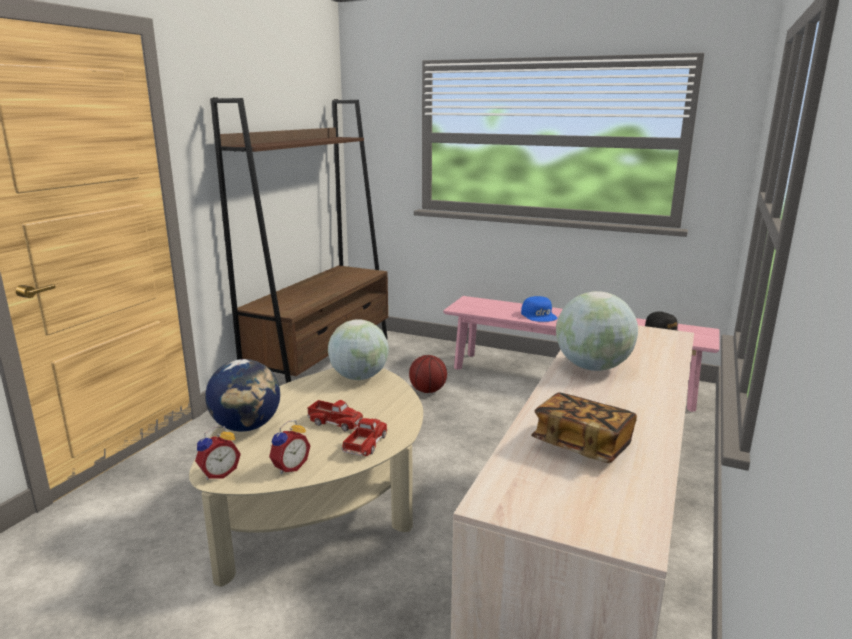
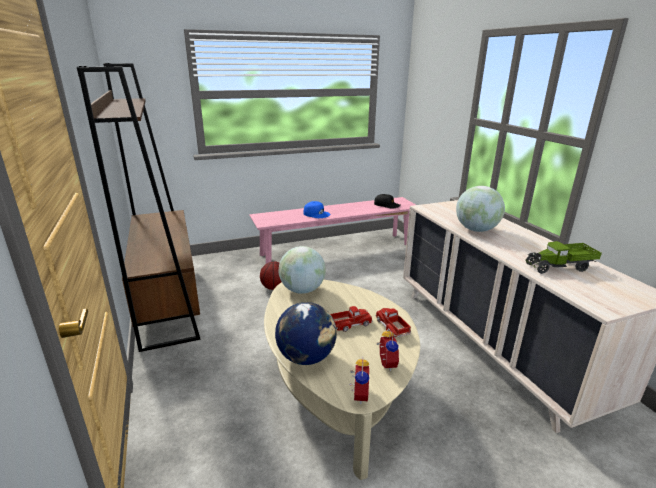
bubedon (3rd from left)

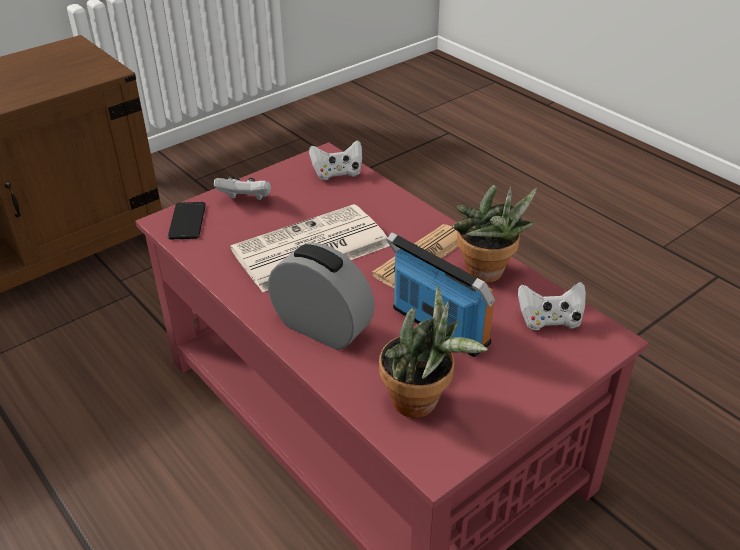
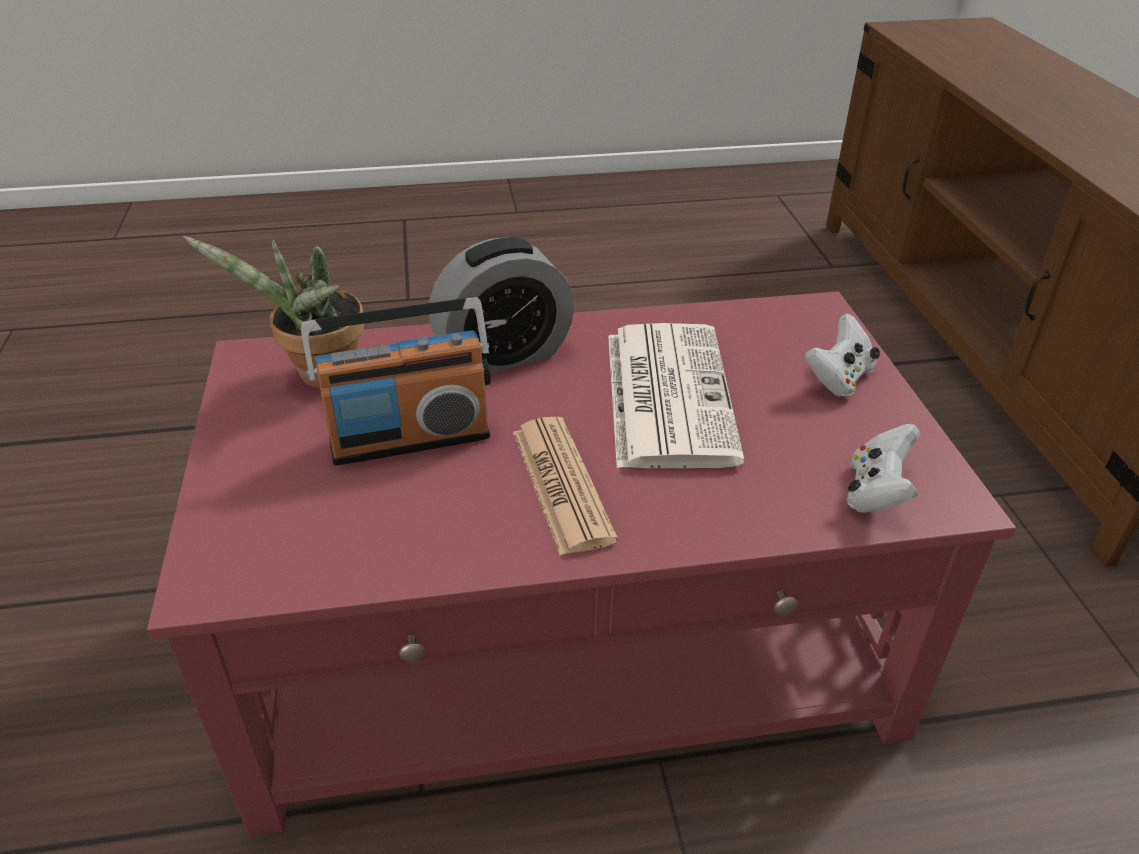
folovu
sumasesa (2nd from left in the first image)
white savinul (3rd from left in the first image)

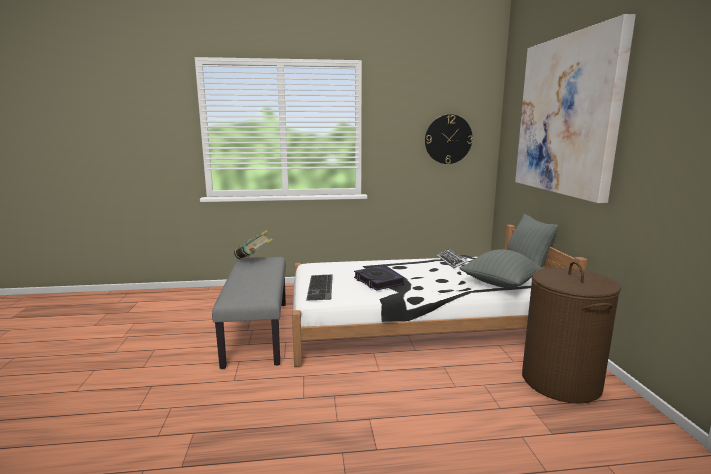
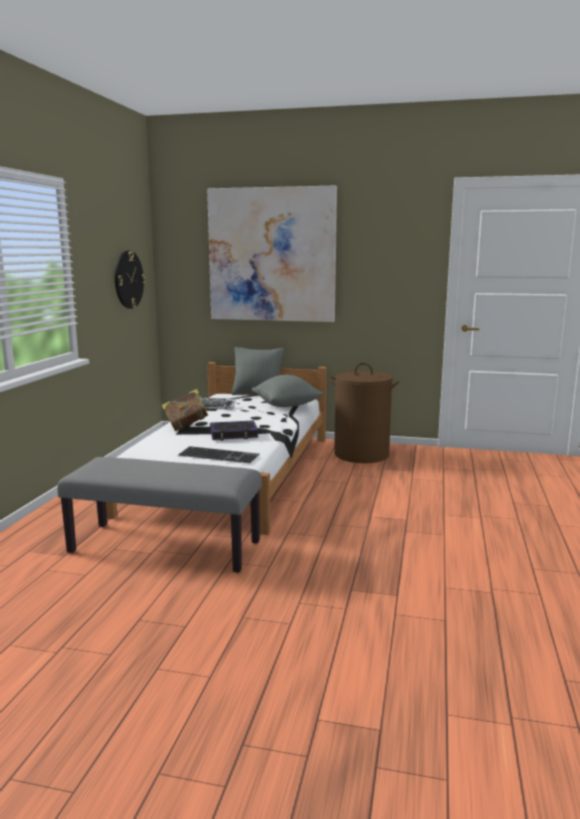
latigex (1st from left)

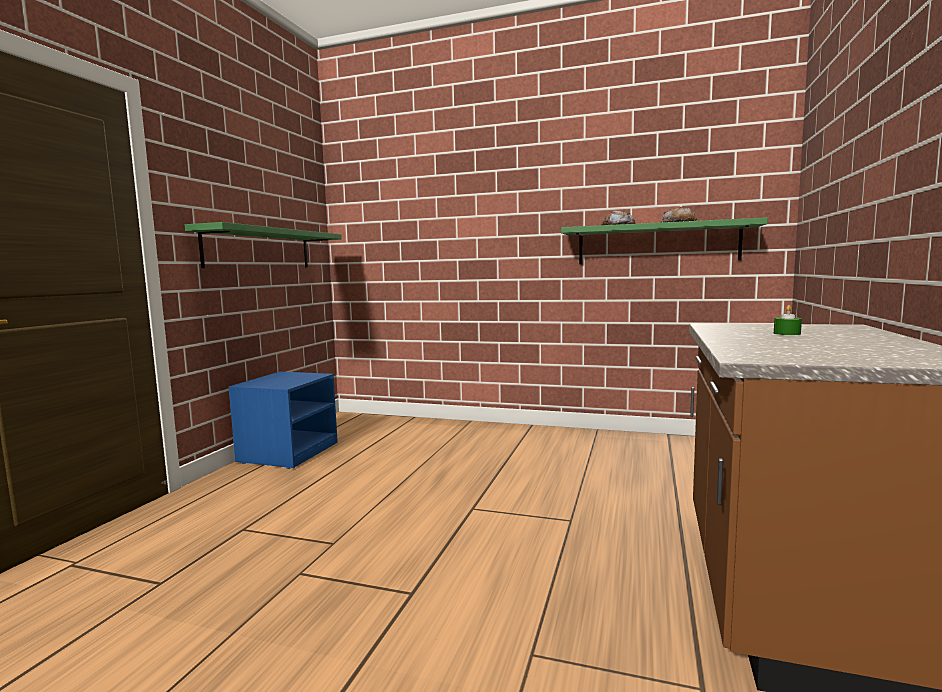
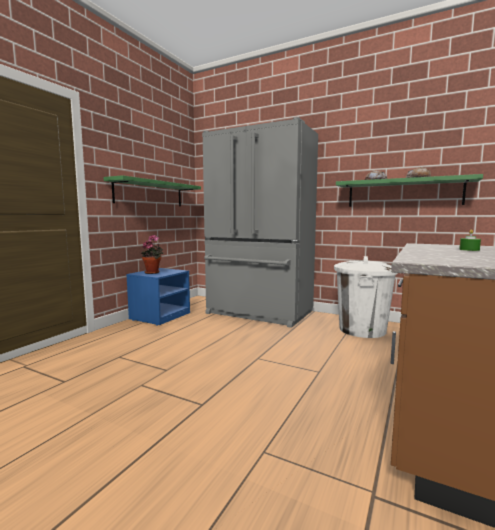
sumasesa
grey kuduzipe
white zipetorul

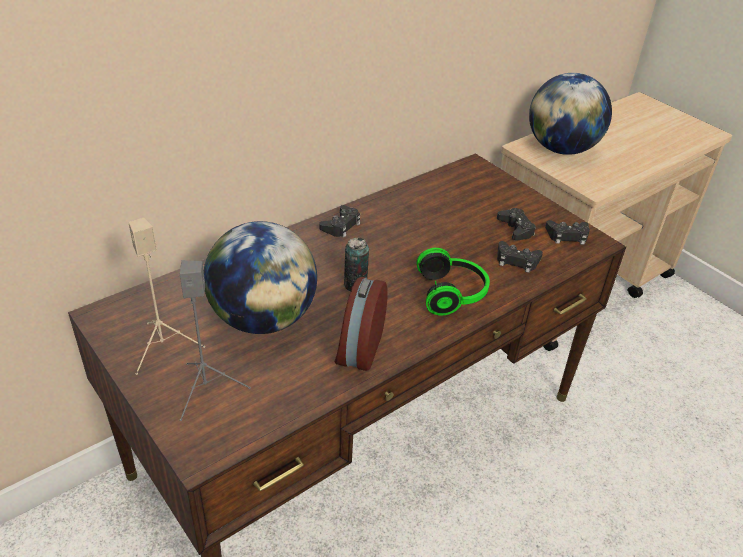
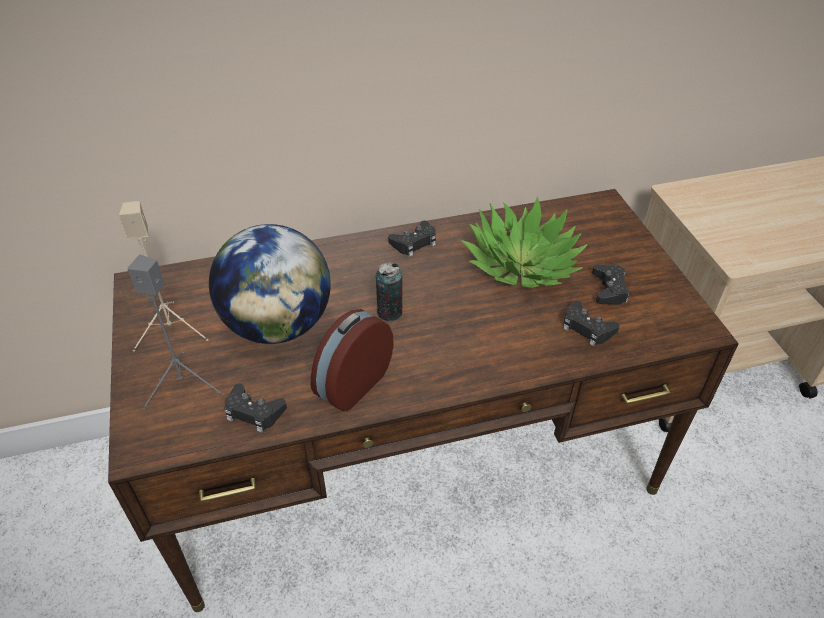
black savinul (1st from left)
sumasesa
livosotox
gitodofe (2nd from left in the first image)

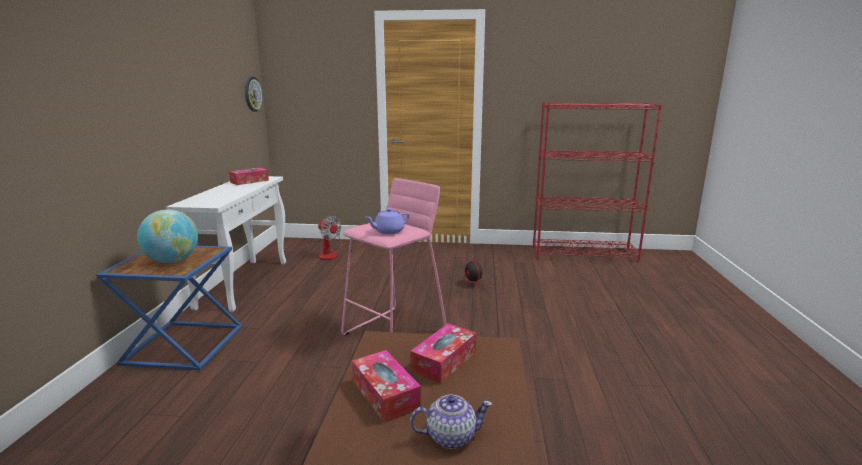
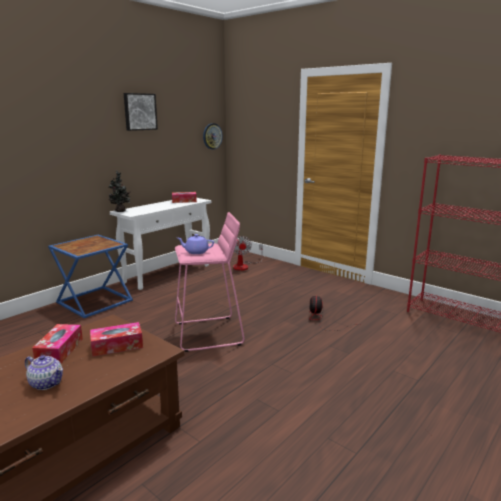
sumasesa
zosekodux
gitodofe

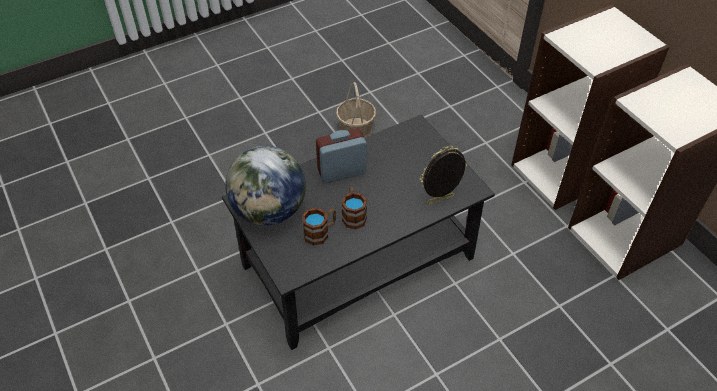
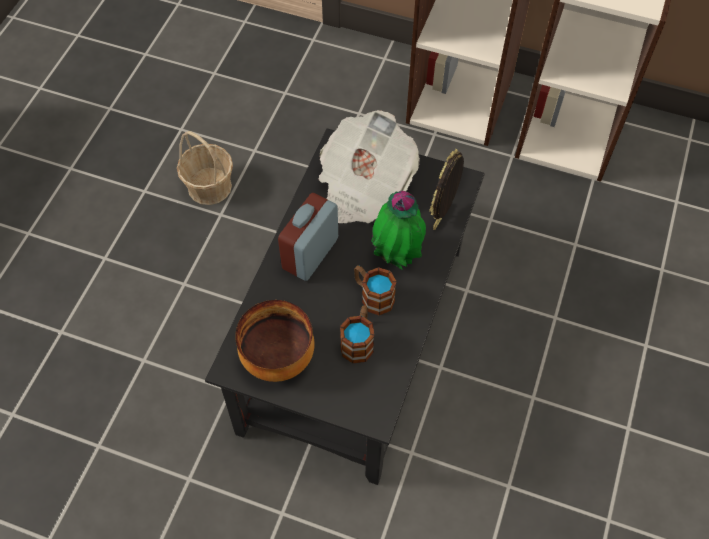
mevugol
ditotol
sumasesa

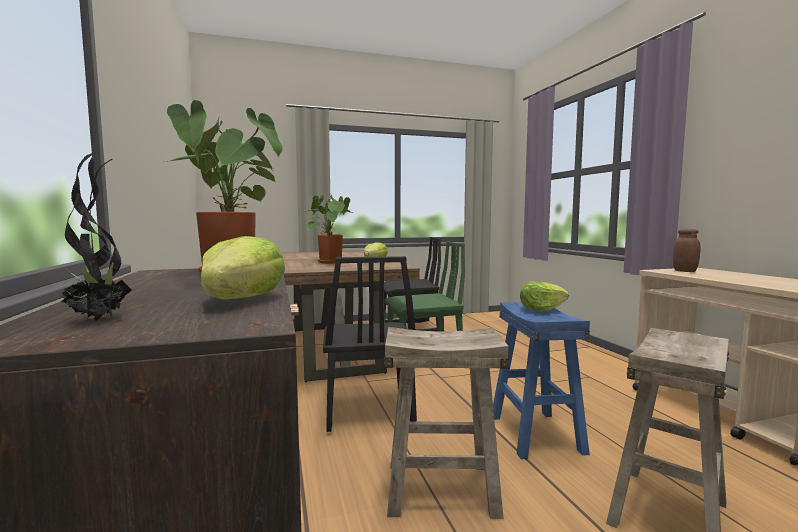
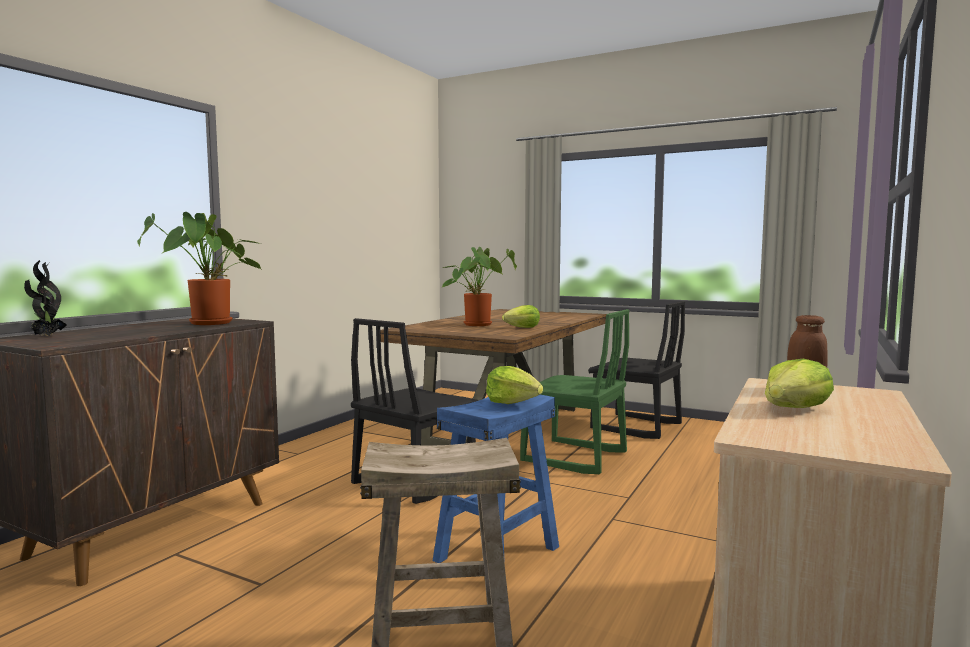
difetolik (3rd from left)
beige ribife (1st from left in the first image)

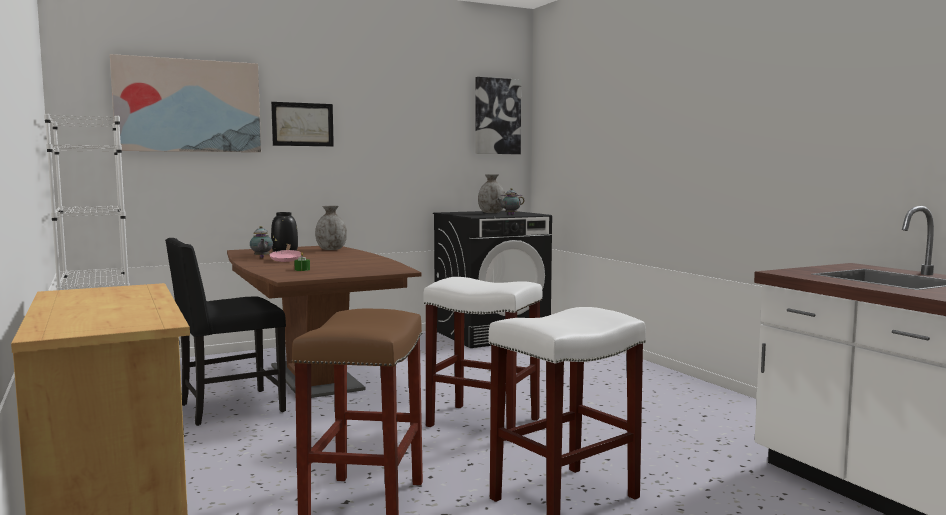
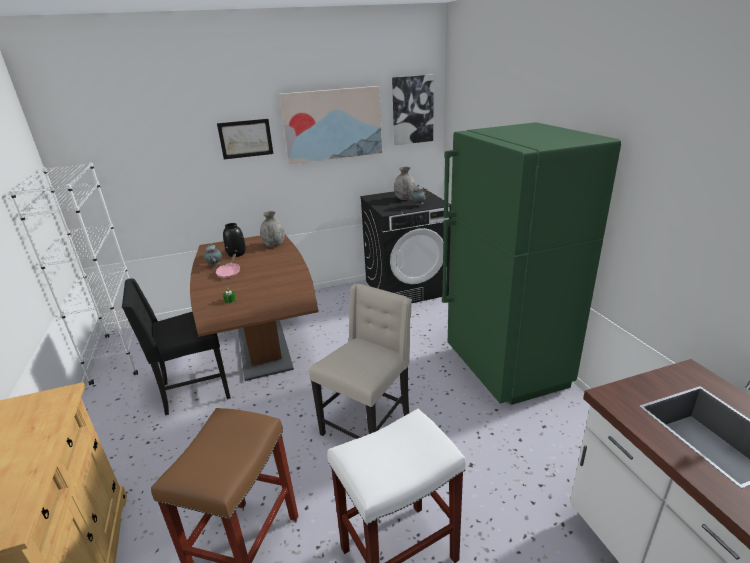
zosekodux (2nd from left)
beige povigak
green kuduzipe

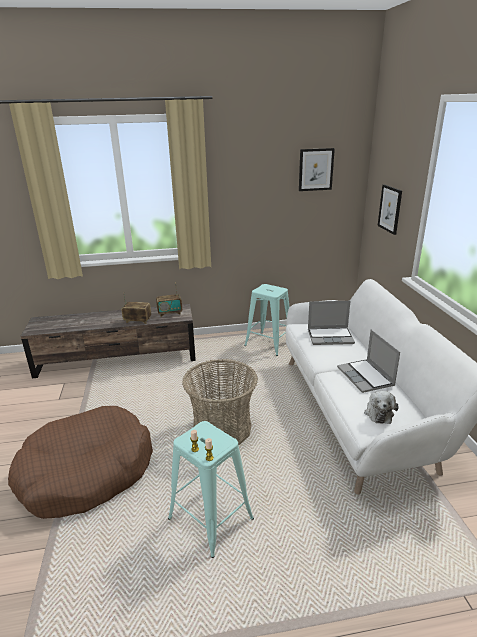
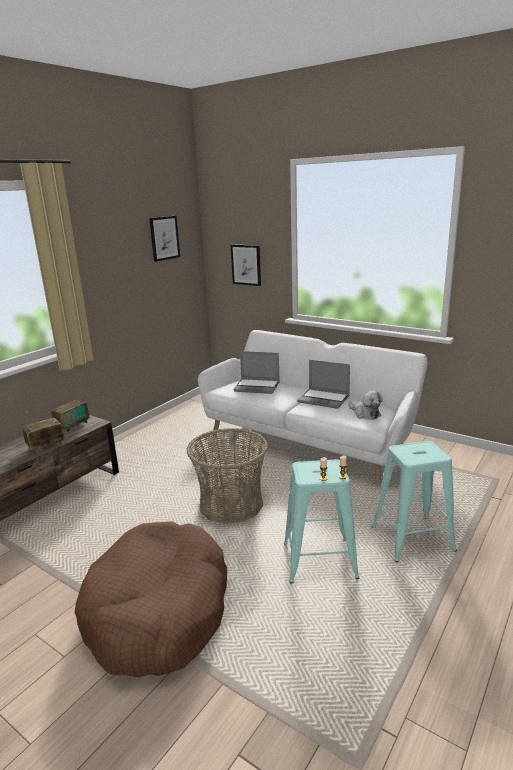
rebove (1st from left)
turquoise ribife (2nd from left)

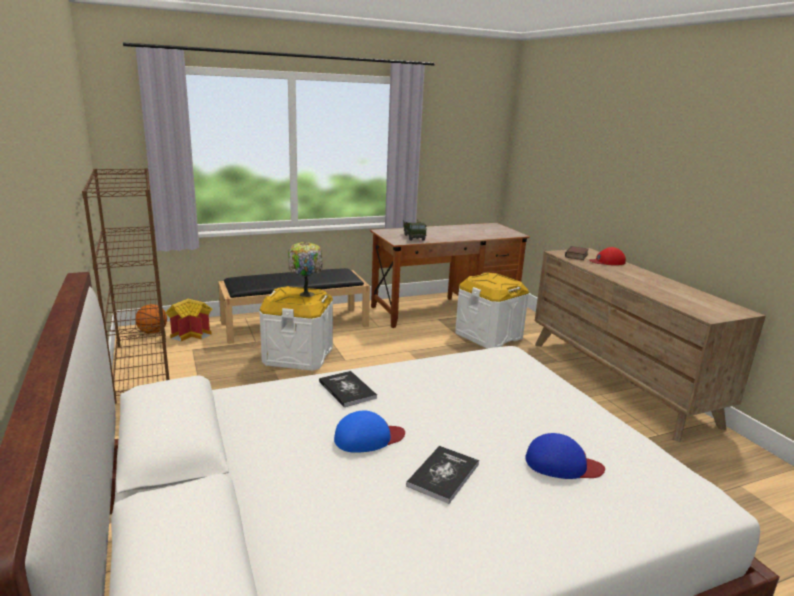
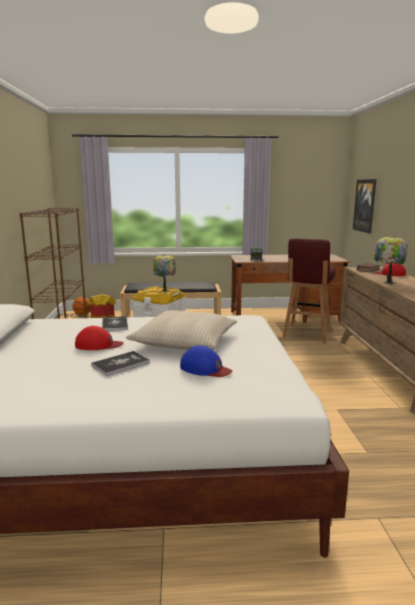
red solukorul (1st from left)
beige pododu
red ribife
zosekodux
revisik (2nd from left)

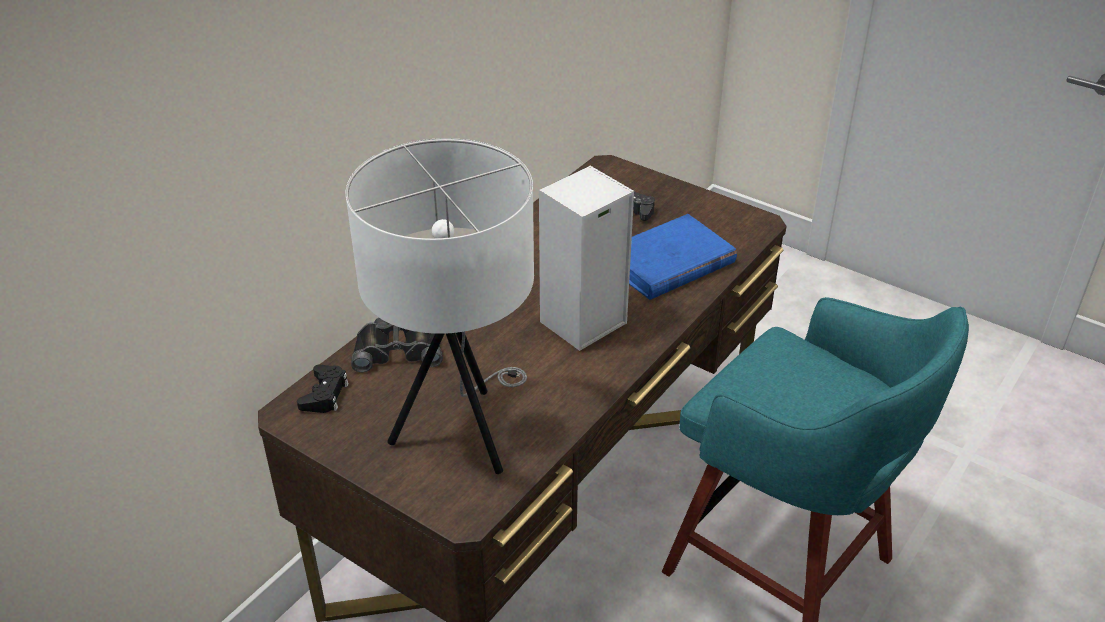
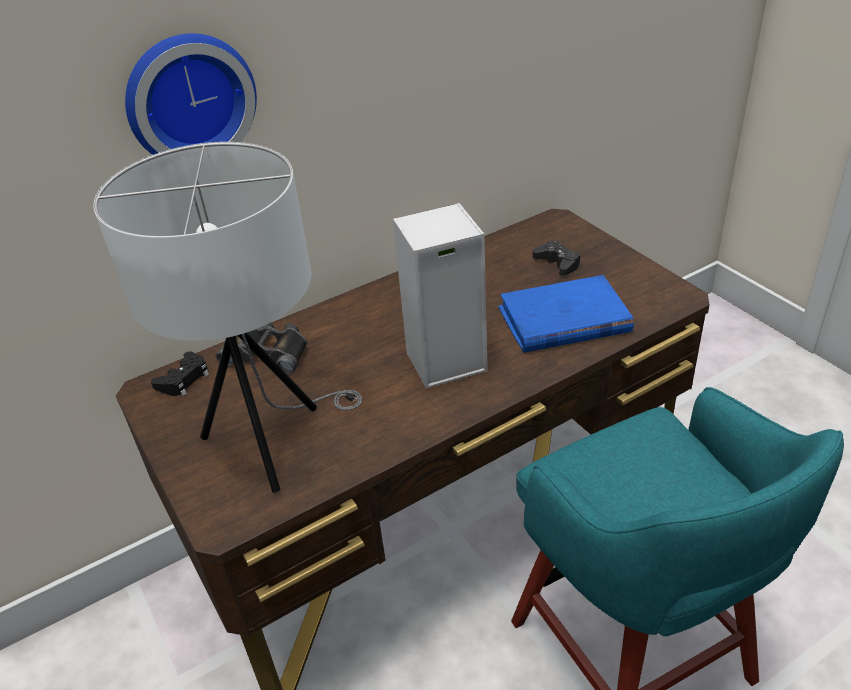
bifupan

